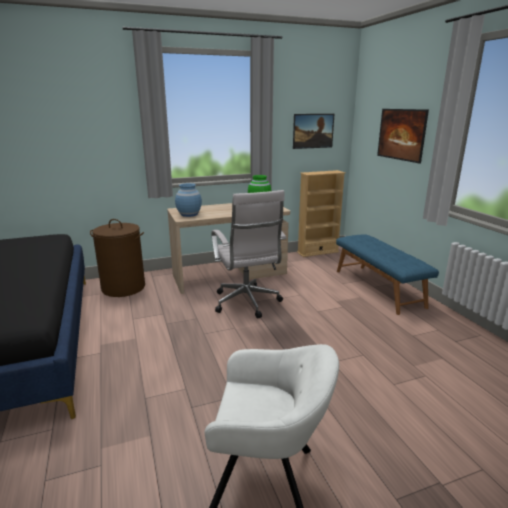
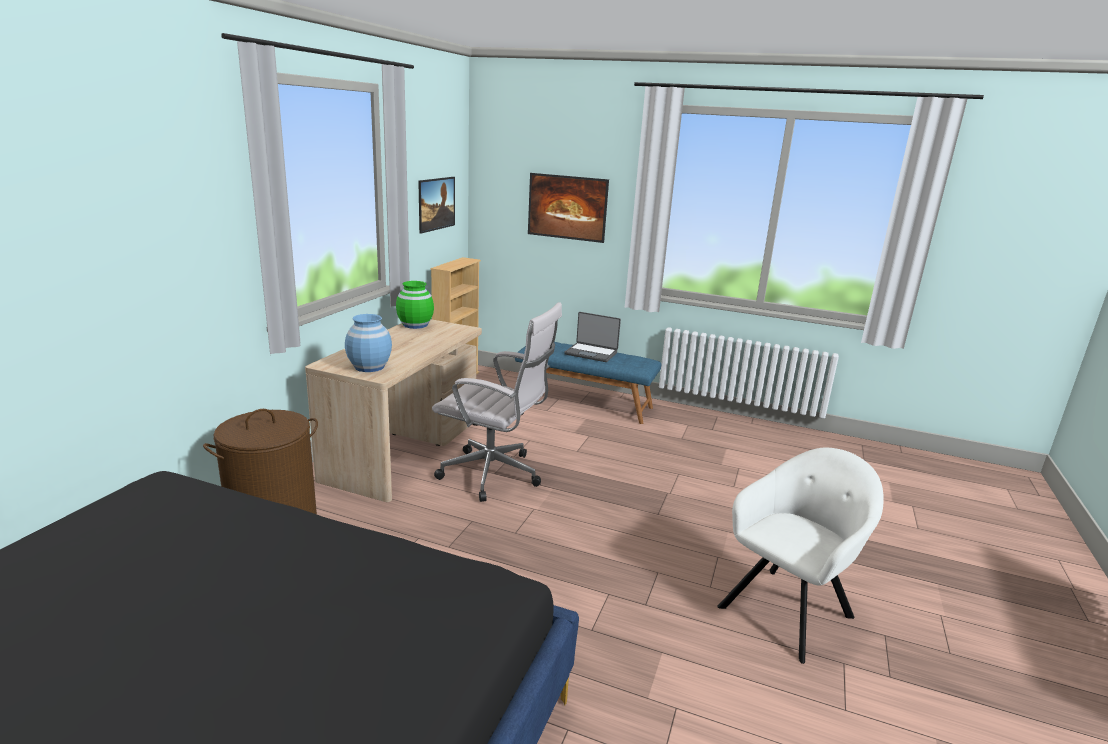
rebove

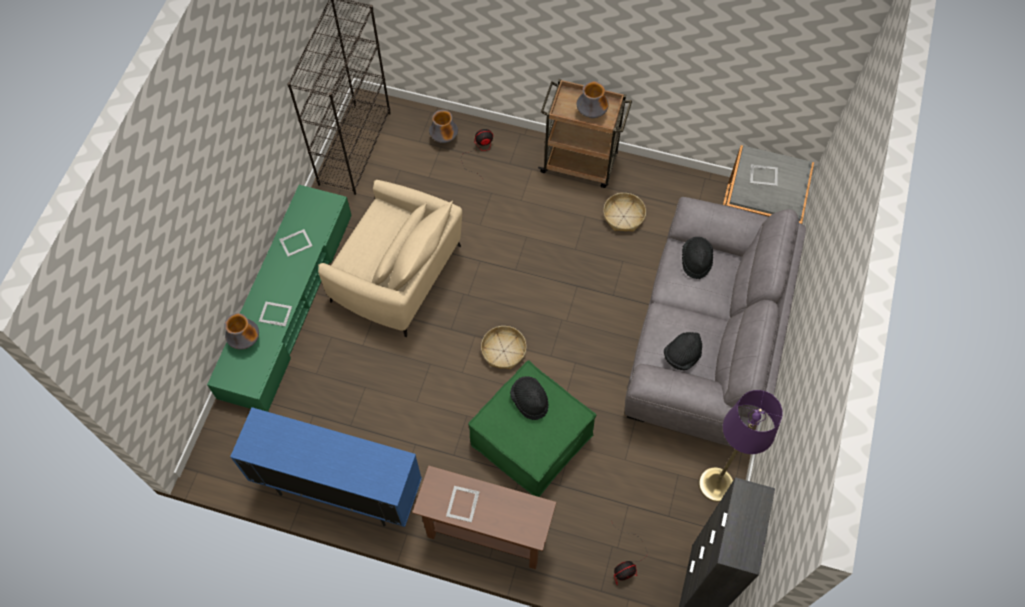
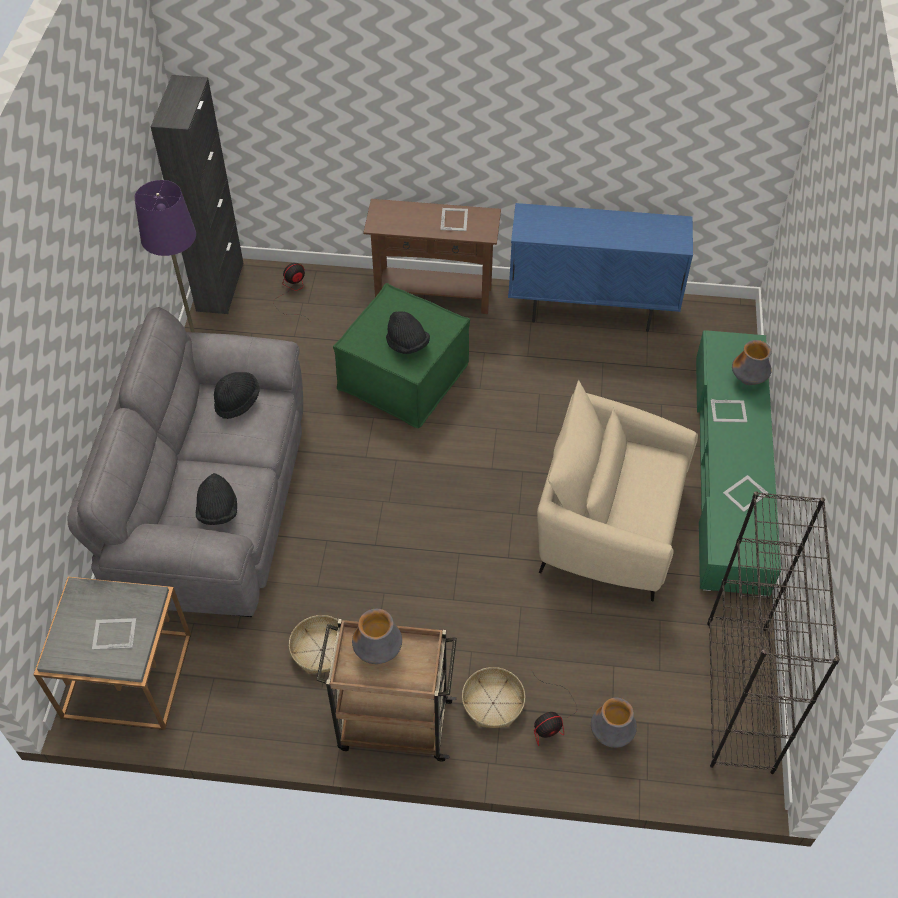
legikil (2nd from left)

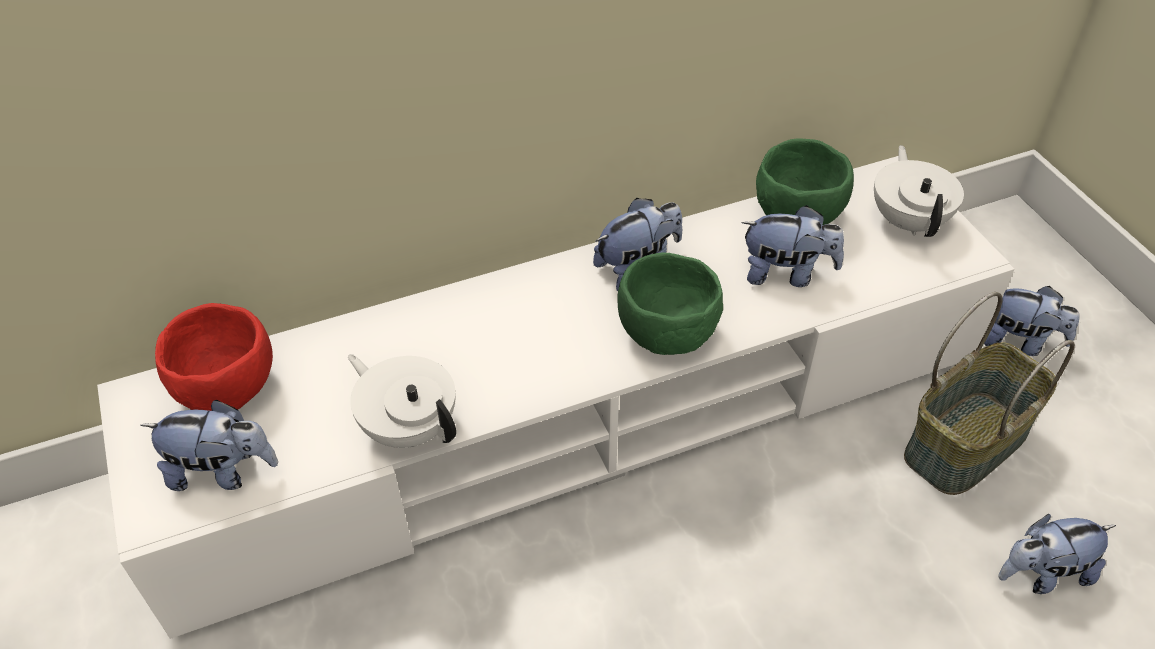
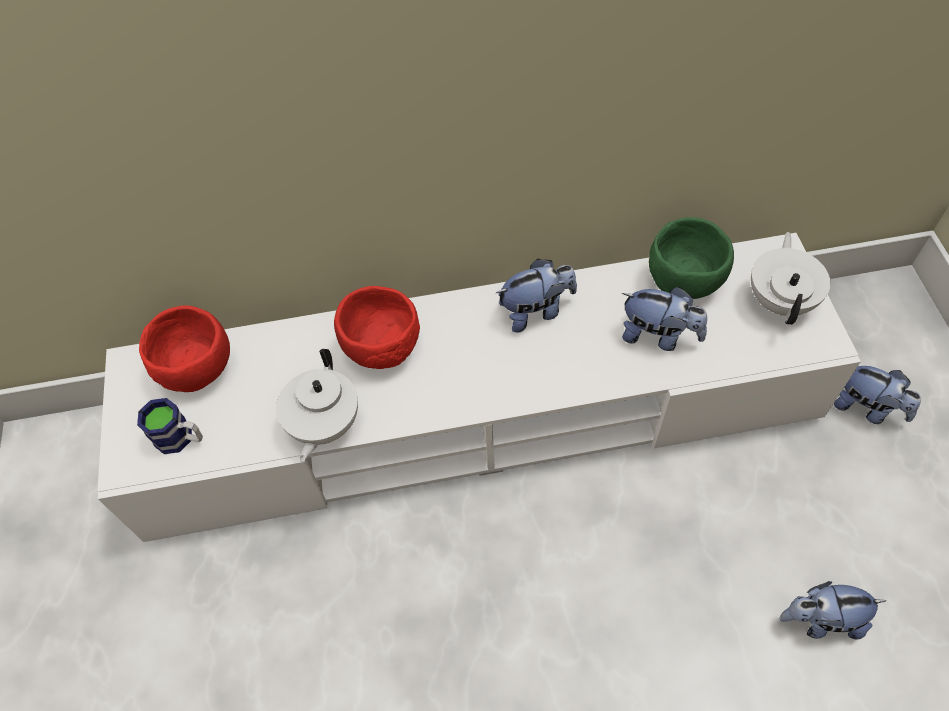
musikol
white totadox (1st from left)
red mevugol (2nd from left)
green mevugol (1st from left in the first image)
legikil

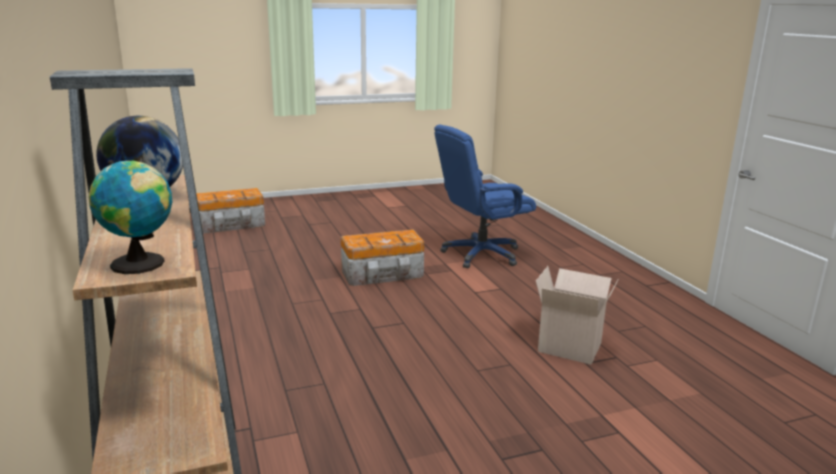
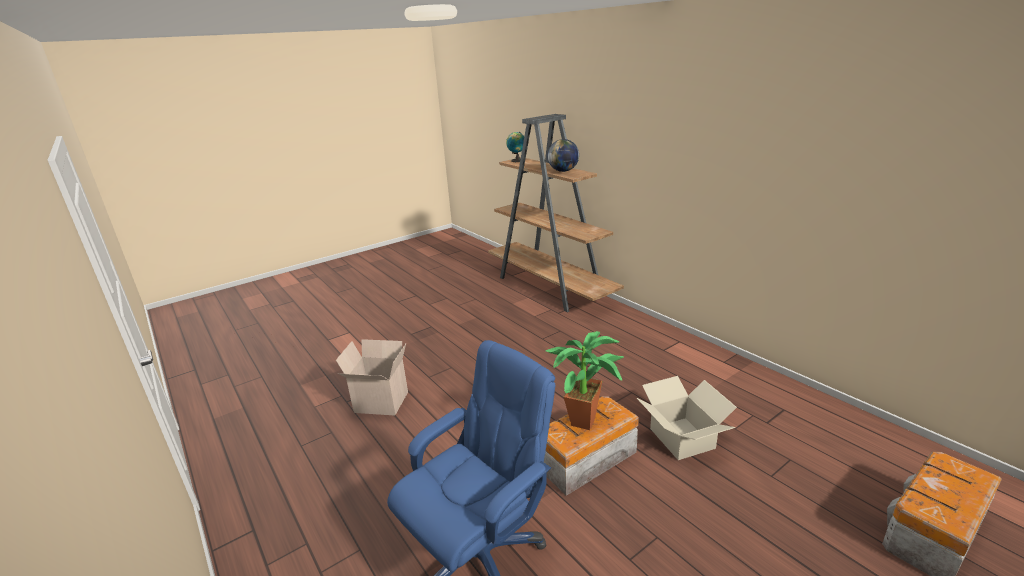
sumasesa
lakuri (2nd from left)

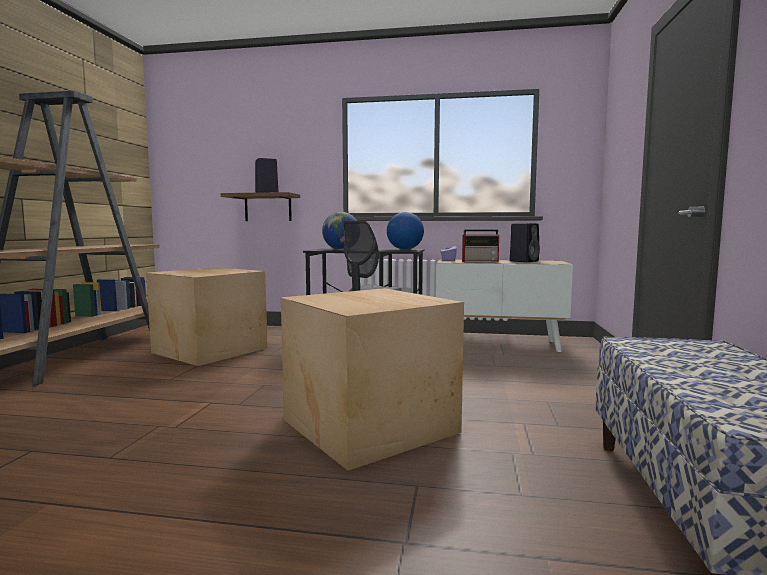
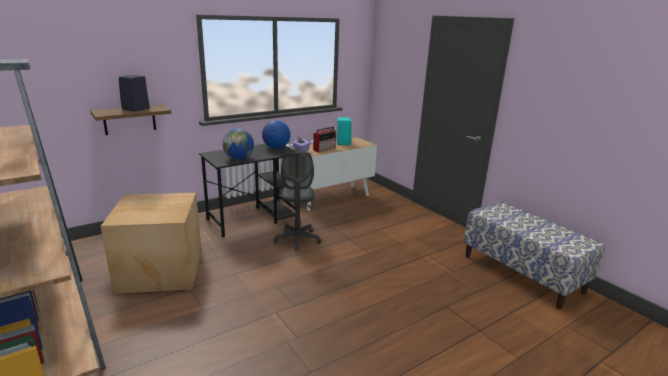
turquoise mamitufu
lakuri (2nd from left in the first image)

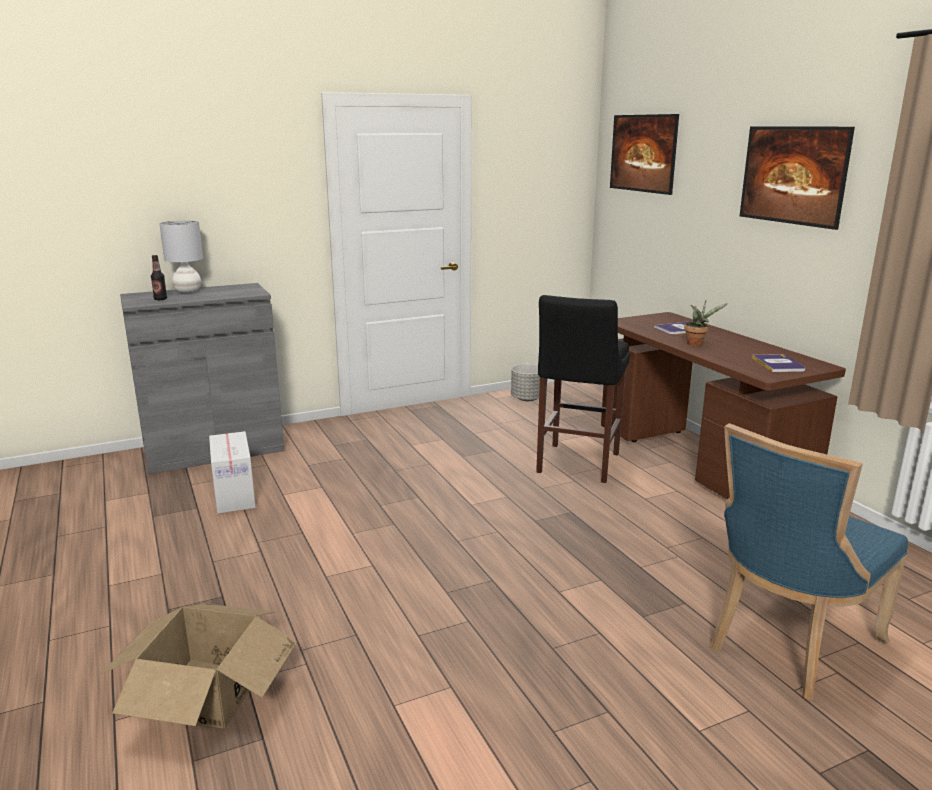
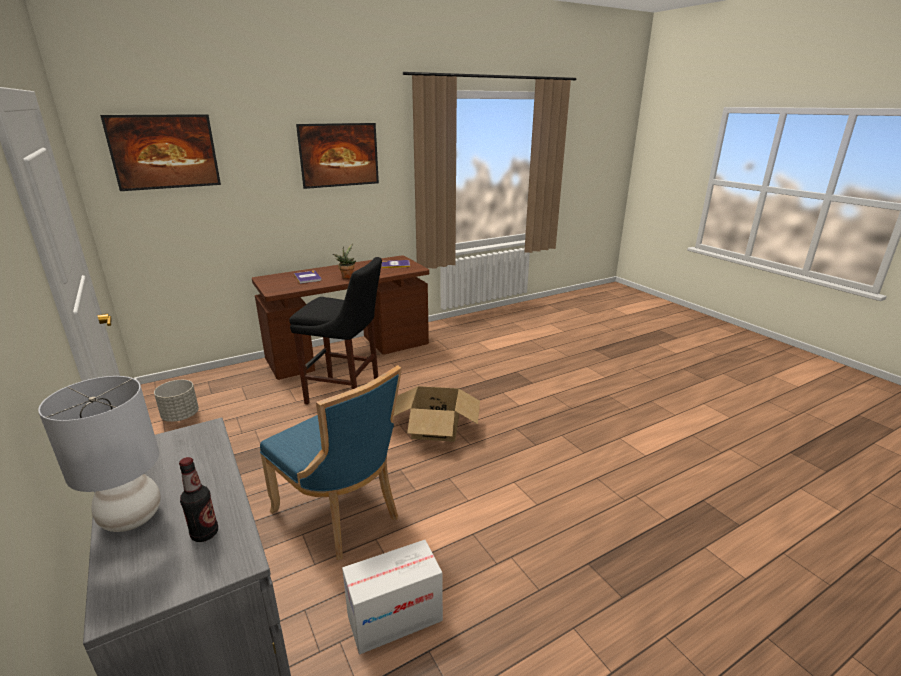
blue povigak
lakuri (2nd from left)

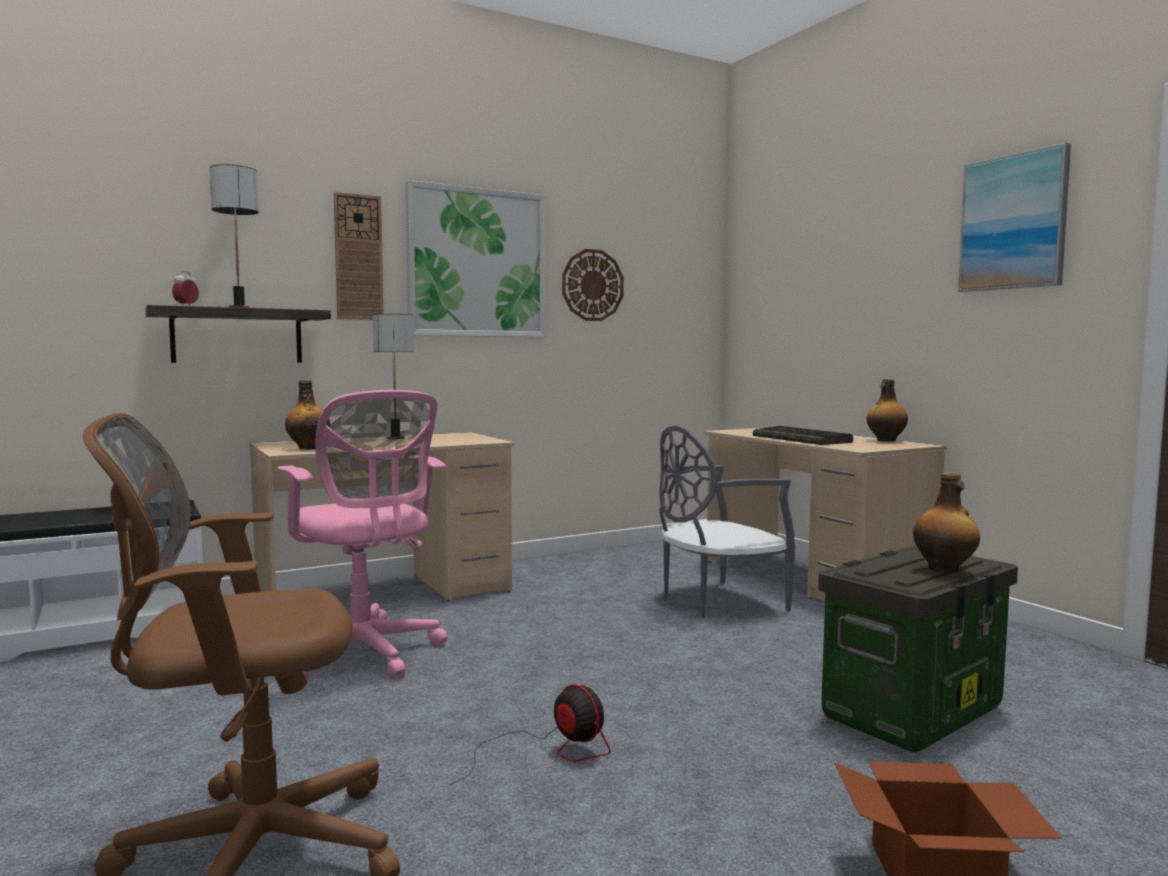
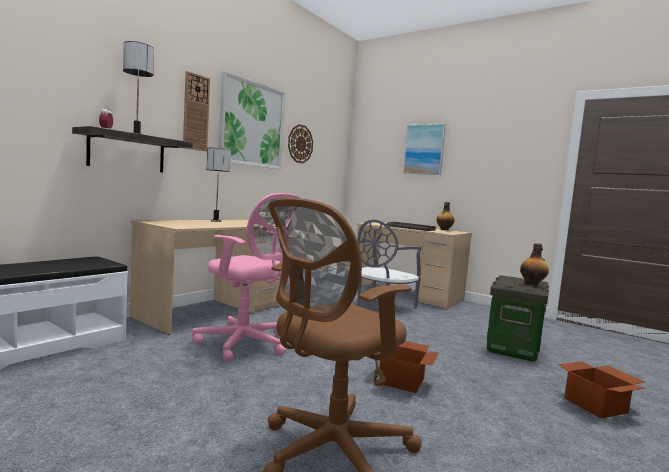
lakuri (1st from left)
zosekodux (2nd from left)
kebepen (1st from left in the first image)

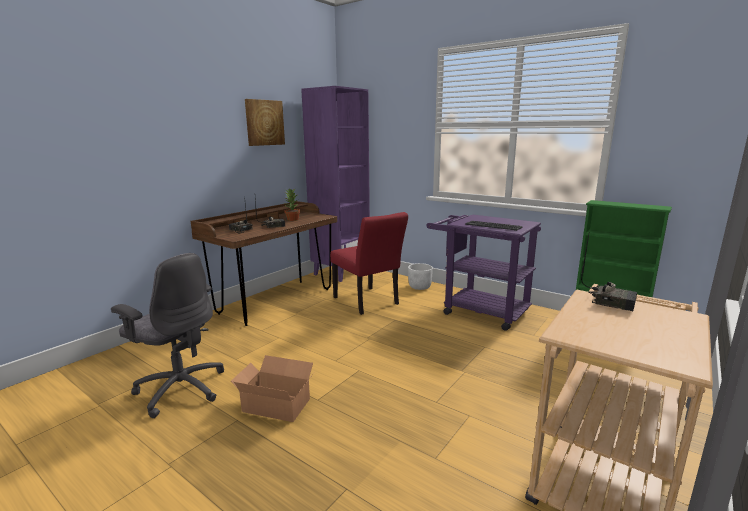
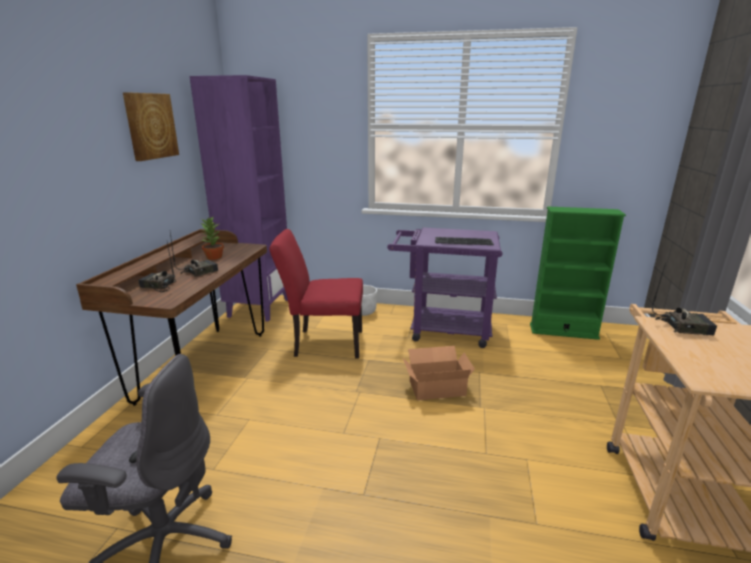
red povigak
lakuri

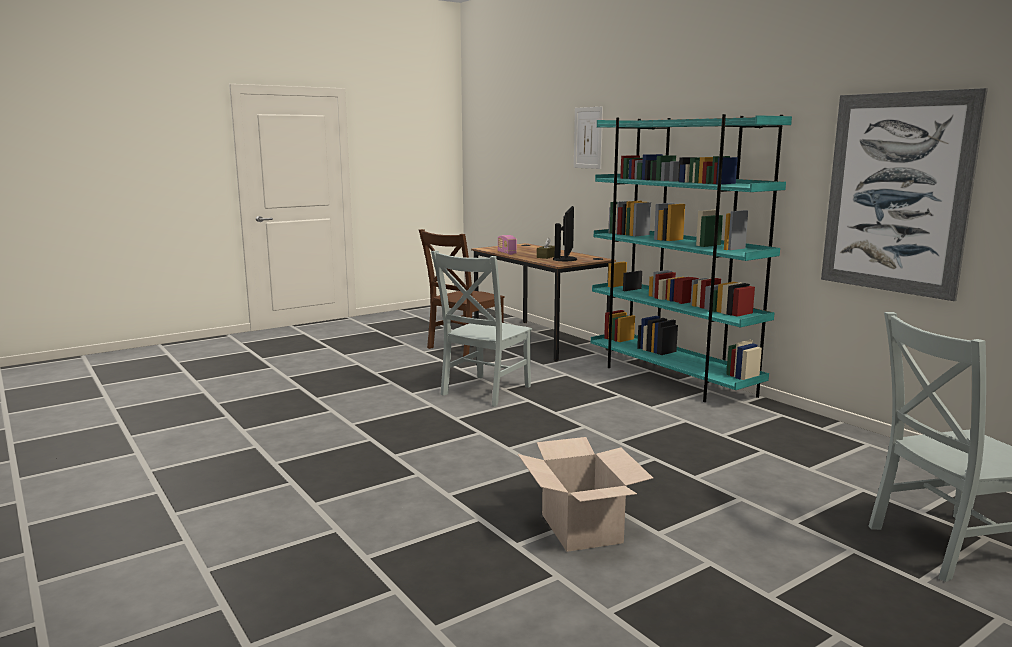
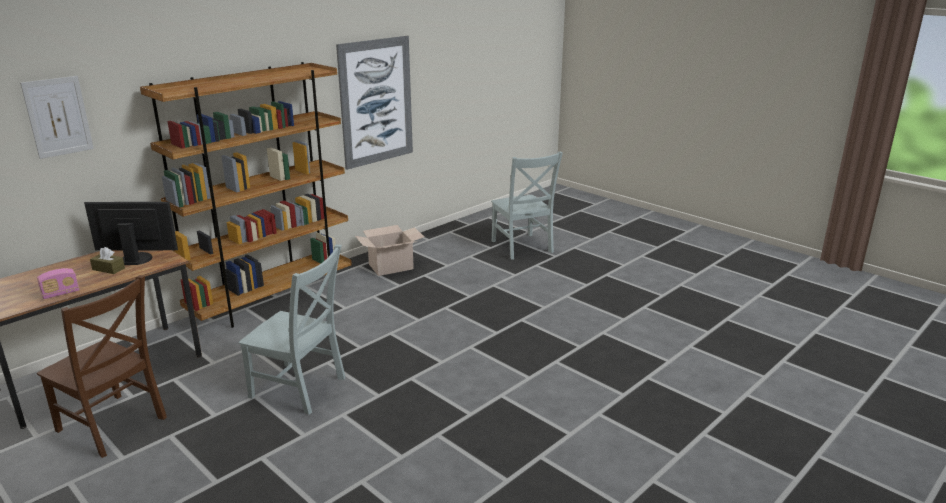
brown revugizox
lakuri

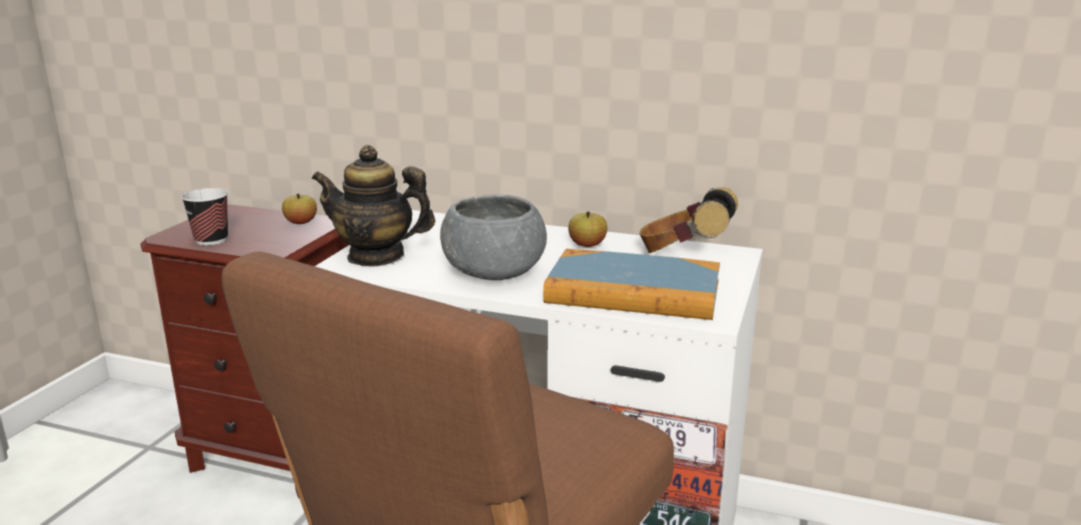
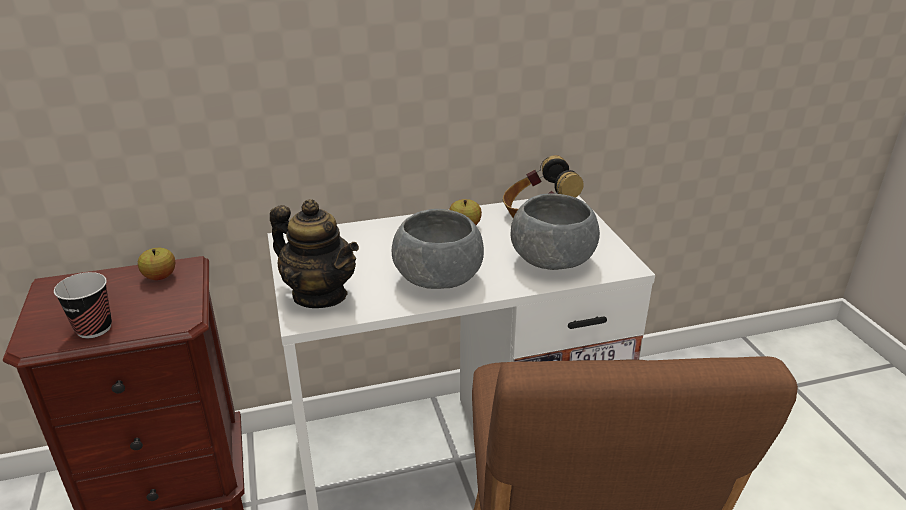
totadox
grey mevugol (2nd from left)

